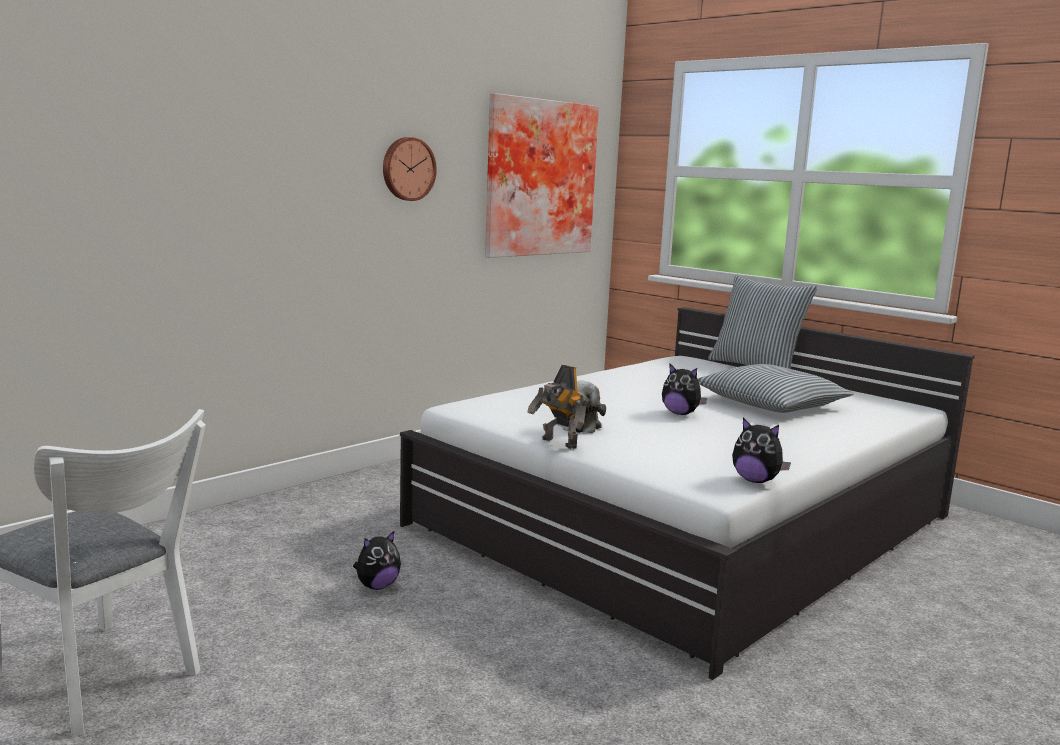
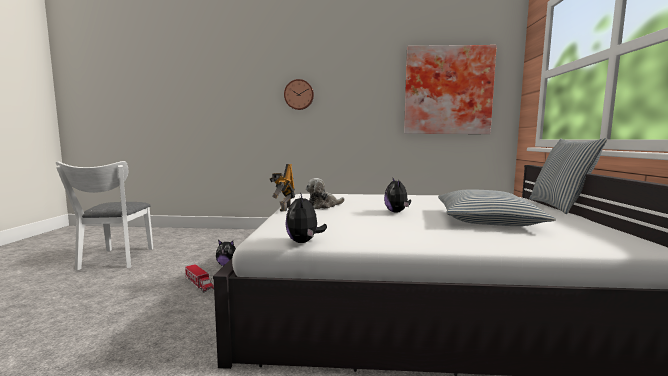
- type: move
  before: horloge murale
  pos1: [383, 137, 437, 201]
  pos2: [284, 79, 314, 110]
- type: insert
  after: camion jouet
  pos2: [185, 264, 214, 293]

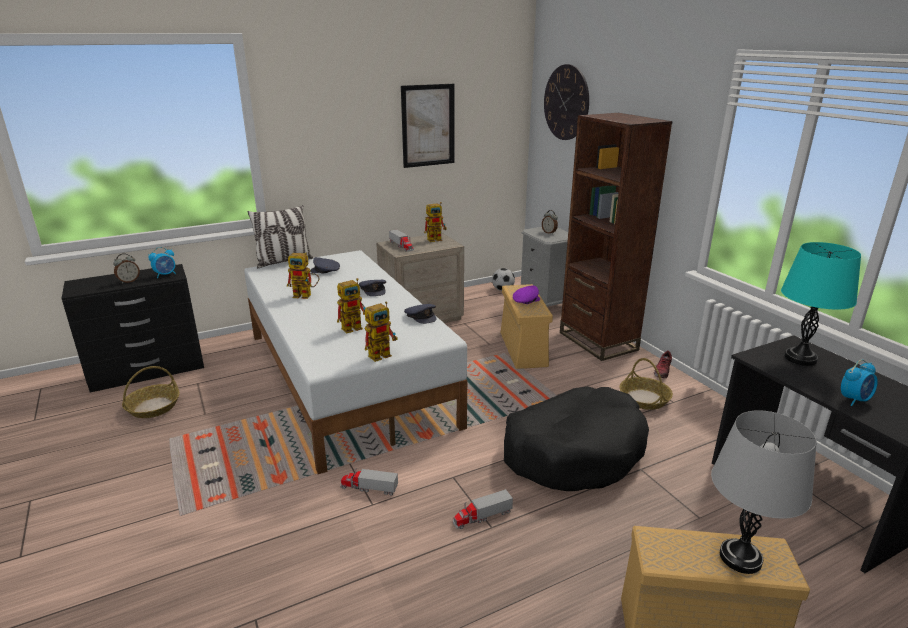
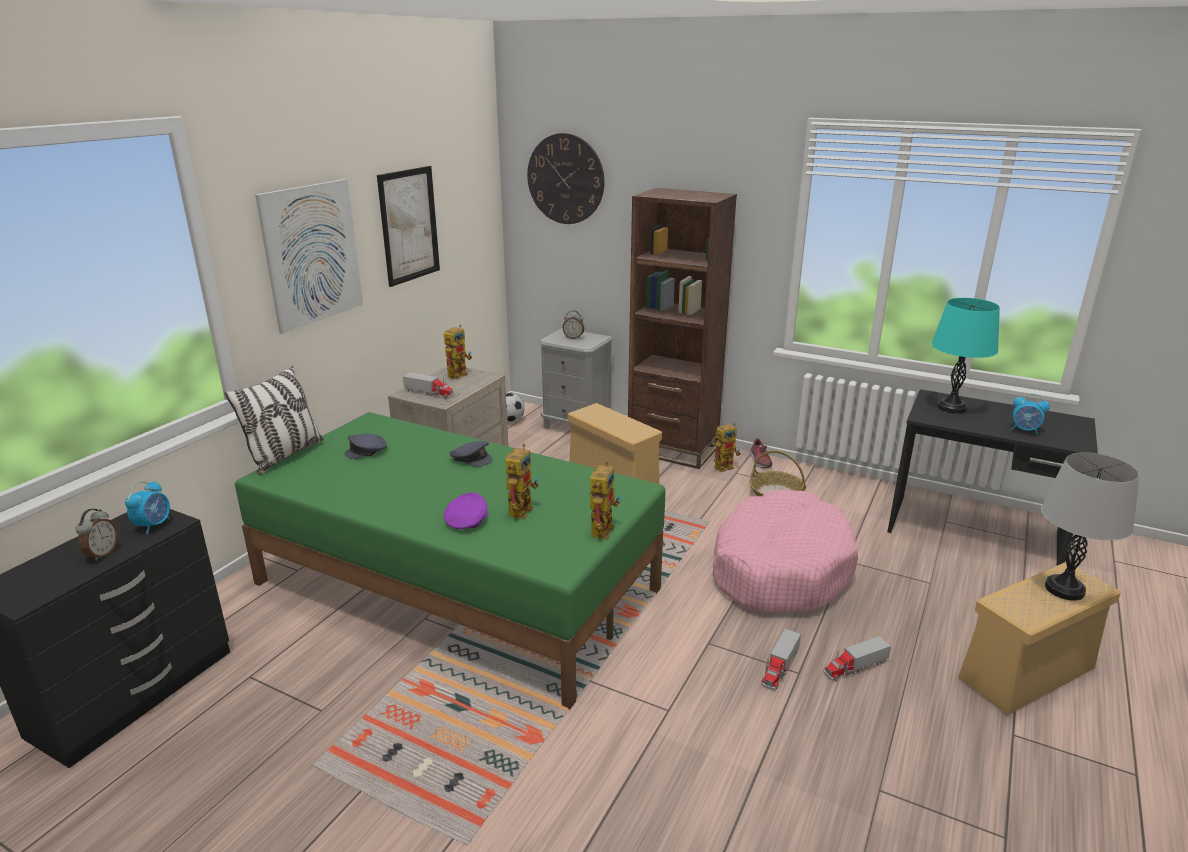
- type: recolor
  before: lit/blanc
  after: lit/vert
  pos1: [244, 250, 467, 474]
  pos2: [235, 412, 665, 710]
- type: move
  before: robot jouet
  pos1: [287, 252, 319, 299]
  pos2: [714, 423, 741, 472]
- type: move
  before: casquette/violet
  pos1: [513, 286, 540, 304]
  pos2: [444, 492, 488, 529]
- type: delete
  before: casquette/gris
  pos1: [404, 304, 437, 324]
- type: rotate
  before: réveil
  pos1: [841, 360, 878, 406]
  pos2: [1011, 394, 1050, 435]
  turn: 90
- type: delete
  before: panier
  pos1: [122, 366, 180, 418]
- type: recolor
  before: panier pour chien/noir
  after: panier pour chien/rose
  pos1: [504, 386, 649, 491]
  pos2: [713, 490, 858, 612]
- type: move
  before: camion jouet
  pos1: [340, 468, 398, 496]
  pos2: [823, 636, 891, 681]
- type: insert
  after: tableau
  pos2: [255, 179, 363, 334]

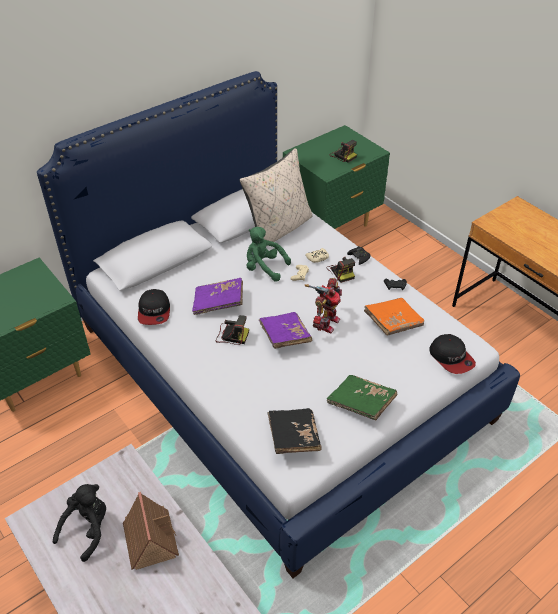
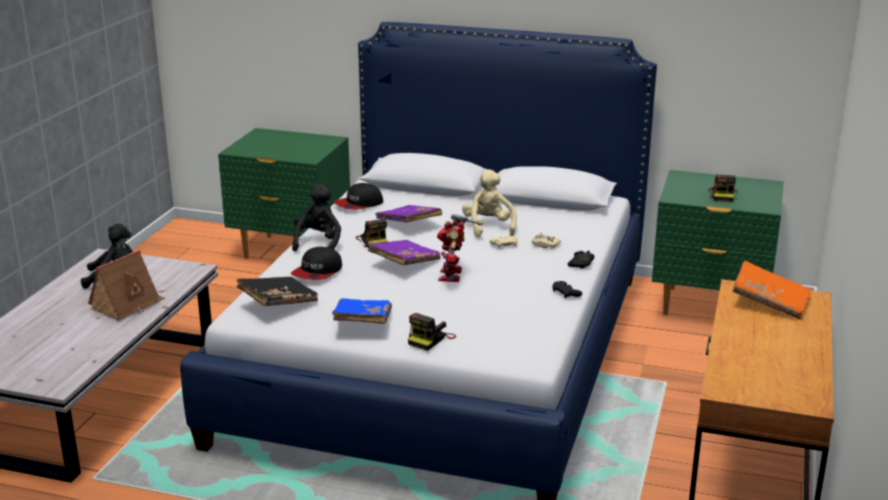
- type: delete
  before: coussin/beige
  pos1: [240, 148, 313, 242]
- type: recolor
  before: peluche/vert
  after: peluche/beige
  pos1: [246, 227, 291, 281]
  pos2: [462, 169, 517, 237]
- type: move
  before: appareil photo
  pos1: [327, 257, 355, 283]
  pos2: [408, 313, 456, 351]
- type: rotate
  before: robot jouet
  pos1: [304, 278, 342, 333]
  pos2: [437, 214, 483, 282]
  turn: 105
- type: move
  before: livre/orange
  pos1: [364, 298, 424, 335]
  pos2: [732, 261, 811, 319]
- type: move
  before: casquette
  pos1: [429, 334, 476, 374]
  pos2: [291, 247, 342, 280]
- type: recolor
  before: livre/vert
  after: livre/bleu
  pos1: [327, 375, 397, 420]
  pos2: [332, 298, 392, 324]
- type: insert
  after: peluche/noir
  pos2: [292, 184, 341, 251]

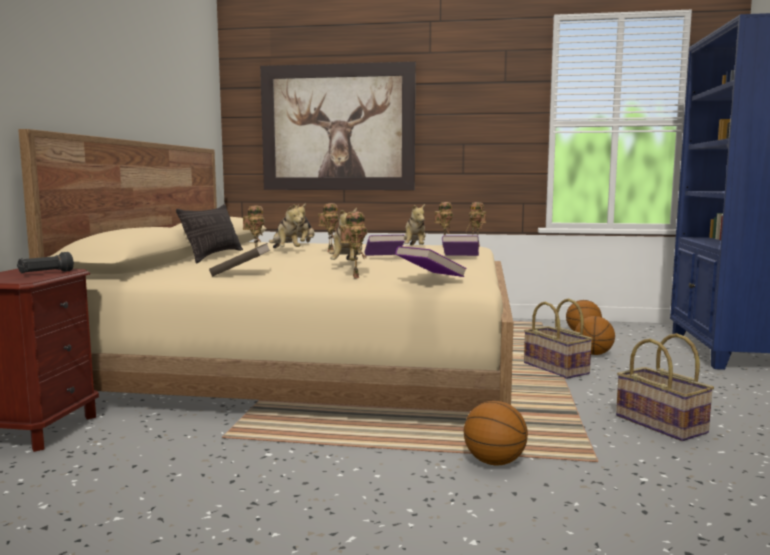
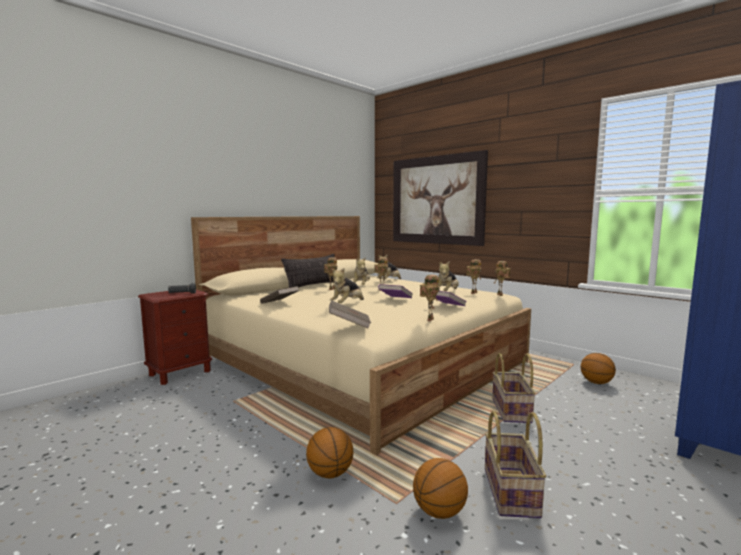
- type: move
  before: robot jouet
  pos1: [340, 211, 367, 278]
  pos2: [420, 275, 440, 321]
- type: recolor
  before: livre/violet
  after: livre/marron
  pos1: [396, 246, 467, 277]
  pos2: [329, 300, 371, 329]
- type: move
  before: ballon de basket
  pos1: [575, 316, 615, 355]
  pos2: [413, 458, 468, 519]

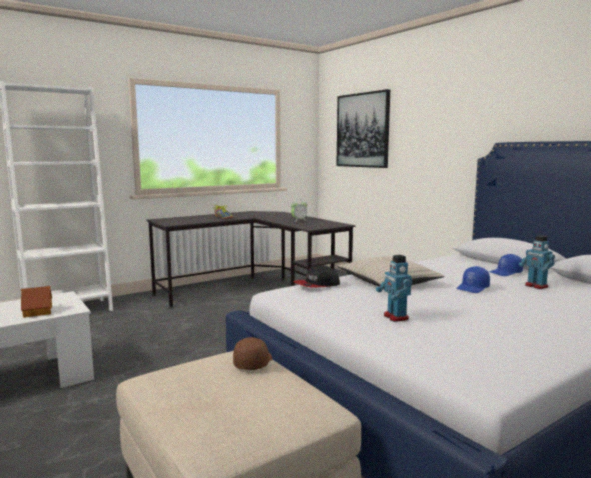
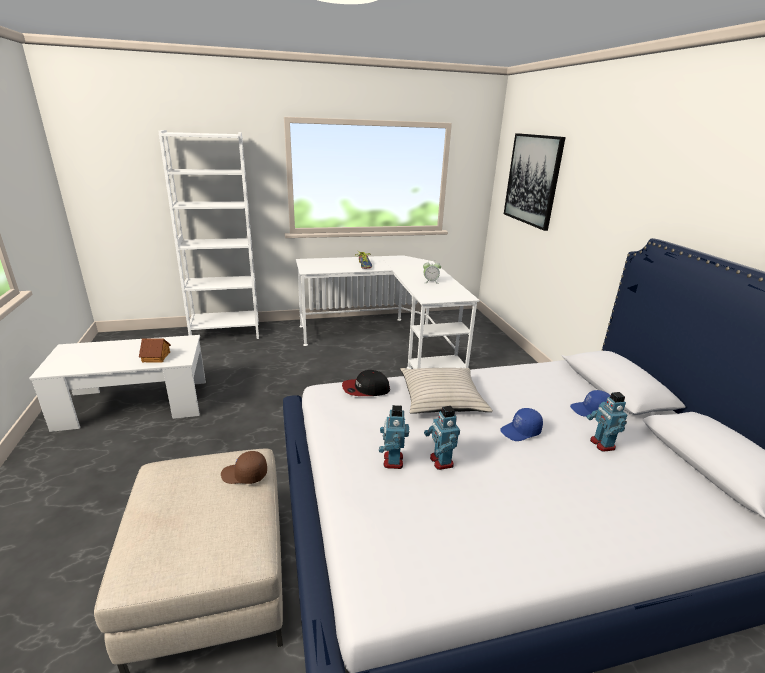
- type: recolor
  before: bureau/noir
  after: bureau/blanc
  pos1: [147, 211, 355, 309]
  pos2: [296, 255, 480, 369]
- type: rotate
  before: casquette/marron
  pos1: [233, 337, 272, 370]
  pos2: [221, 451, 267, 484]
  turn: -120
- type: insert
  after: robot jouet
  pos2: [424, 406, 460, 470]

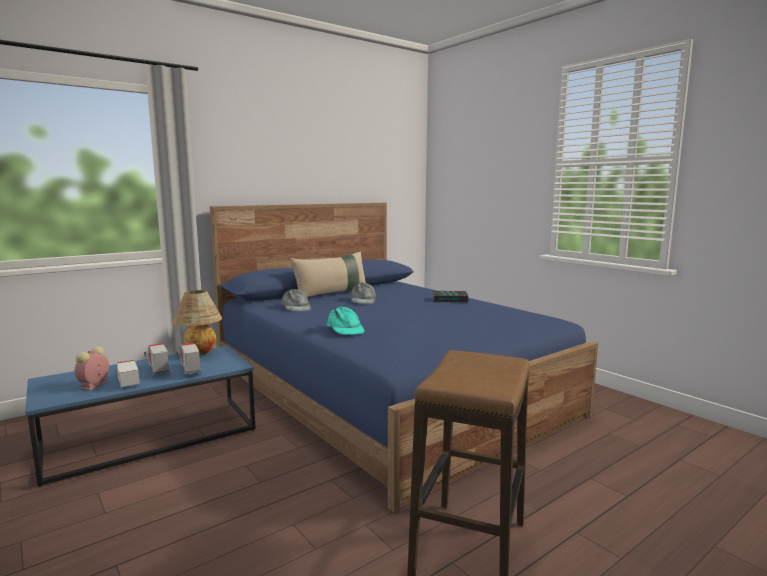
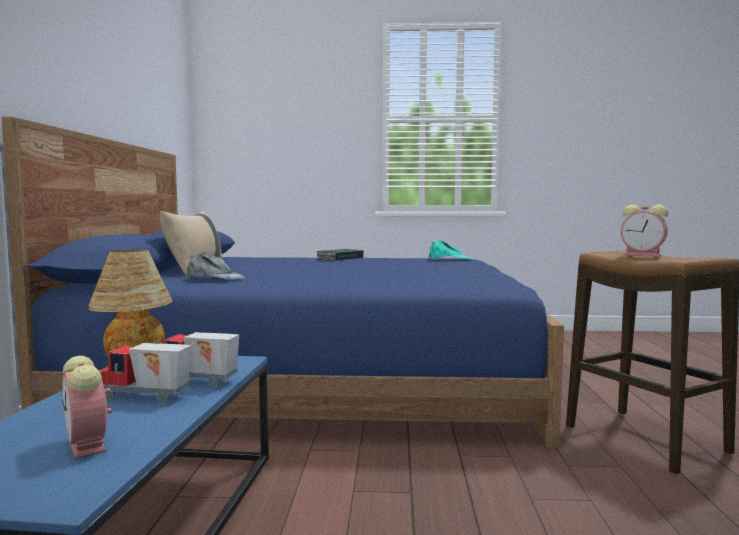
- type: delete
  before: casquette/gris
  pos1: [350, 282, 376, 304]
- type: move
  before: casquette/turquoise
  pos1: [327, 307, 364, 335]
  pos2: [429, 239, 472, 259]
- type: delete
  before: camion jouet
  pos1: [116, 360, 140, 387]
- type: insert
  after: réveil
  pos2: [621, 204, 668, 257]

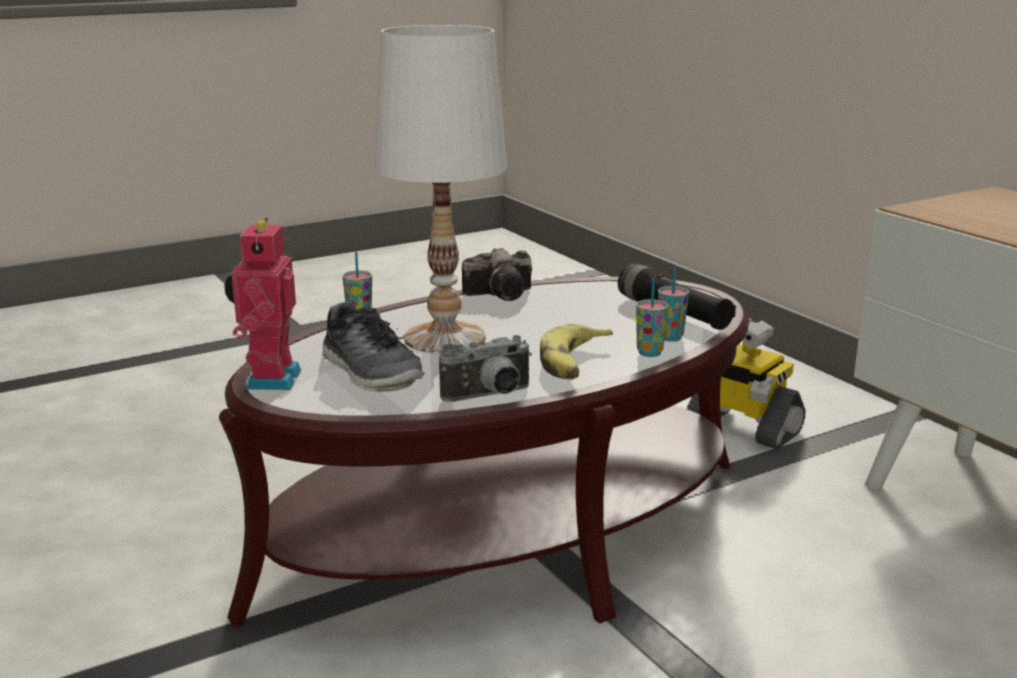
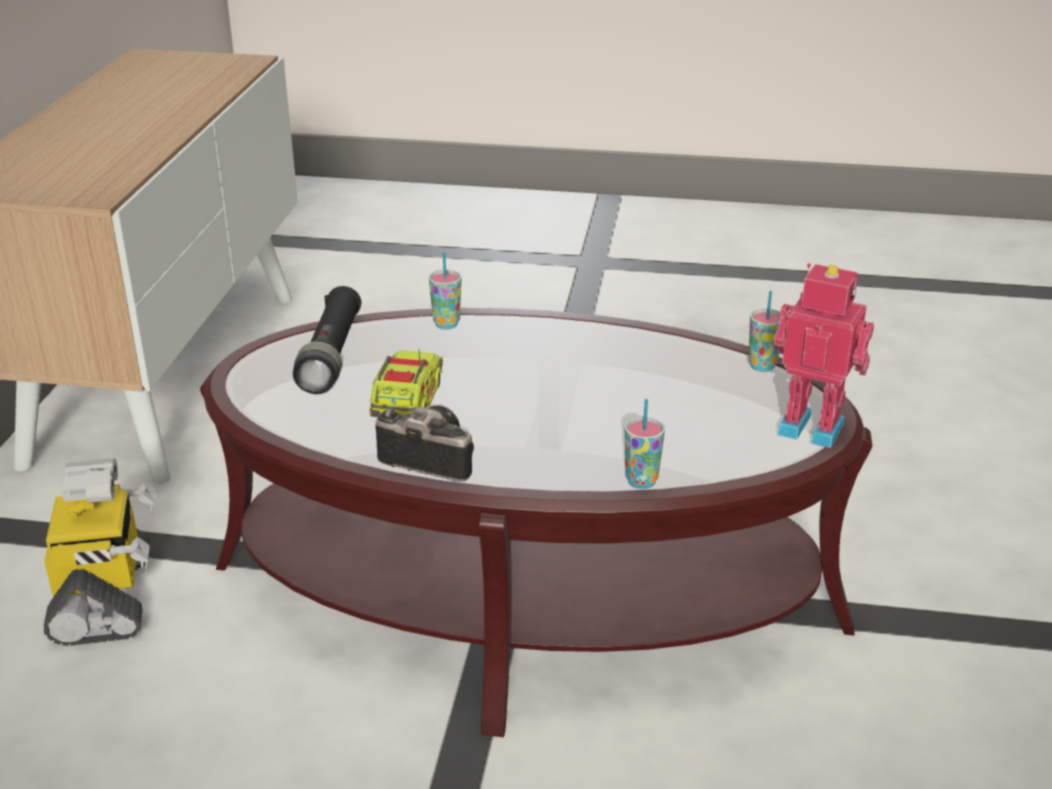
- type: delete
  before: lampe de table/blanc
  pos1: [374, 25, 507, 354]
- type: rotate
  before: robot jouet
  pos1: [224, 218, 301, 390]
  pos2: [774, 263, 874, 448]
  turn: -105
- type: move
  before: tasse
  pos1: [658, 267, 689, 342]
  pos2: [749, 291, 780, 371]
- type: delete
  before: chaussure
  pos1: [321, 302, 425, 392]
- type: delete
  before: banane
  pos1: [540, 324, 613, 380]
- type: delete
  before: appareil photo
  pos1: [439, 335, 532, 402]
- type: insert
  after: camion jouet
  pos2: [369, 349, 443, 417]

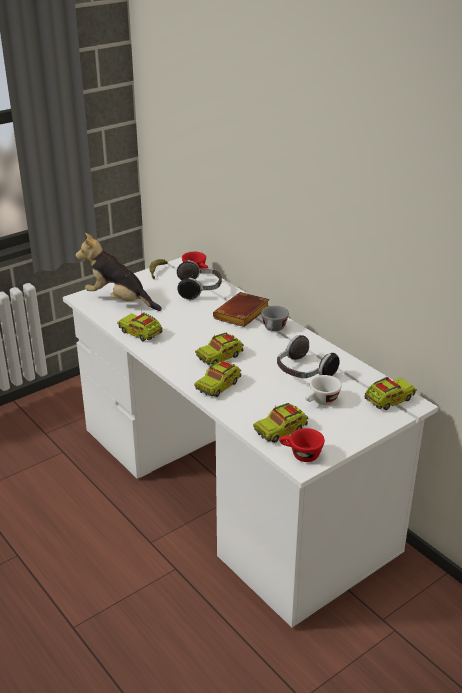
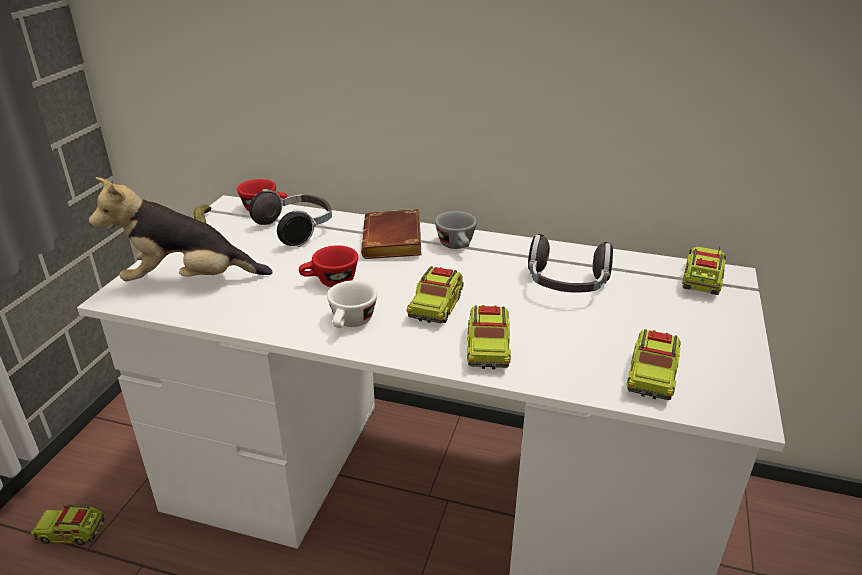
- type: move
  before: camion jouet
  pos1: [117, 311, 163, 341]
  pos2: [30, 504, 105, 545]
- type: move
  before: tasse/blanc
  pos1: [305, 375, 342, 405]
  pos2: [327, 280, 377, 328]
- type: move
  before: tasse/rouge
  pos1: [279, 428, 325, 462]
  pos2: [299, 245, 358, 287]

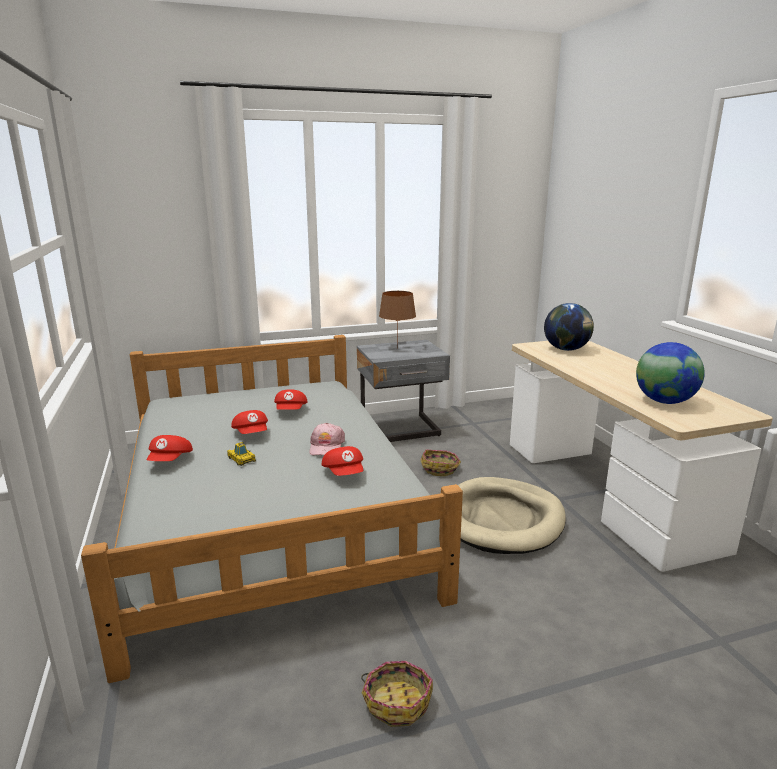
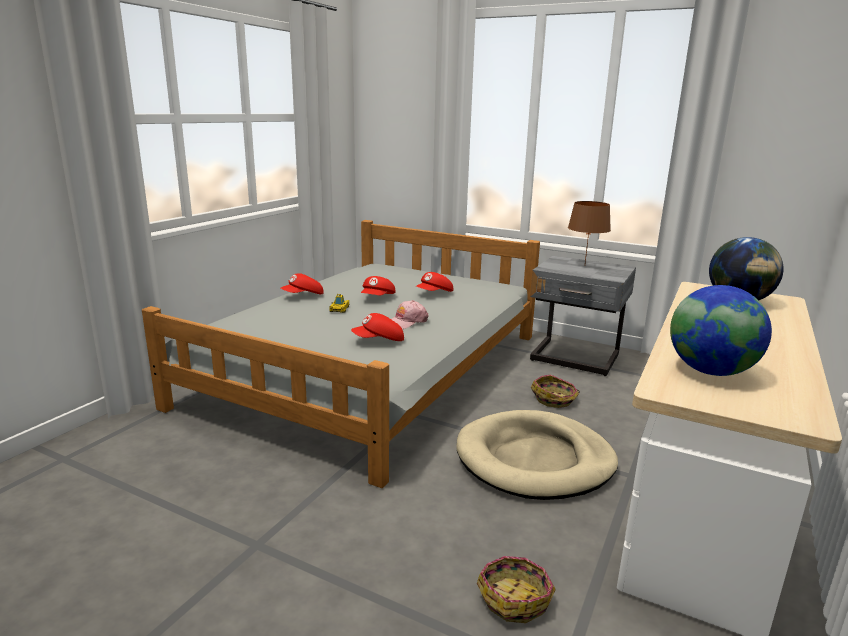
- type: rotate
  before: casquette/rouge
  pos1: [322, 446, 363, 476]
  pos2: [351, 313, 404, 341]
  turn: 45
- type: move
  before: panier
  pos1: [361, 661, 433, 727]
  pos2: [477, 556, 556, 623]

